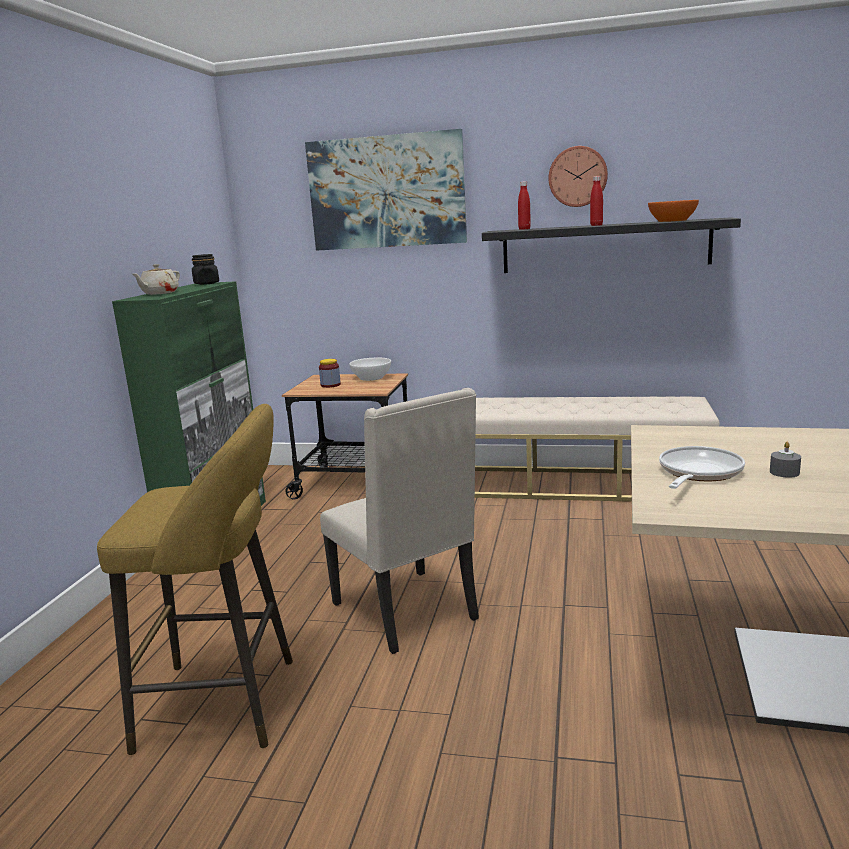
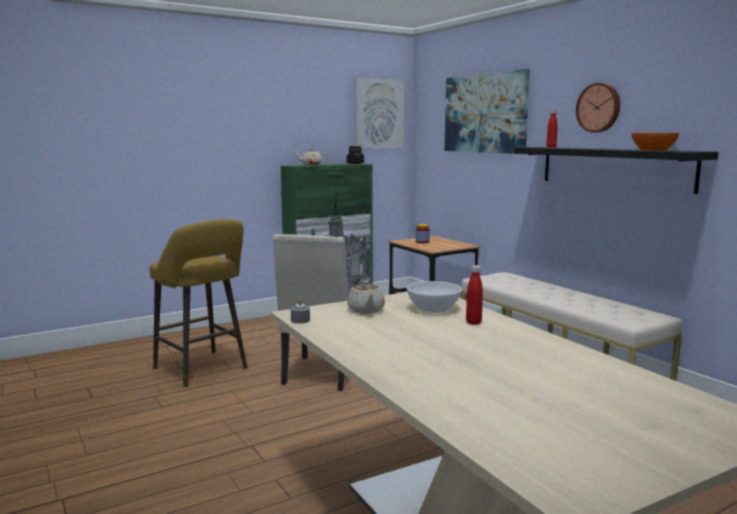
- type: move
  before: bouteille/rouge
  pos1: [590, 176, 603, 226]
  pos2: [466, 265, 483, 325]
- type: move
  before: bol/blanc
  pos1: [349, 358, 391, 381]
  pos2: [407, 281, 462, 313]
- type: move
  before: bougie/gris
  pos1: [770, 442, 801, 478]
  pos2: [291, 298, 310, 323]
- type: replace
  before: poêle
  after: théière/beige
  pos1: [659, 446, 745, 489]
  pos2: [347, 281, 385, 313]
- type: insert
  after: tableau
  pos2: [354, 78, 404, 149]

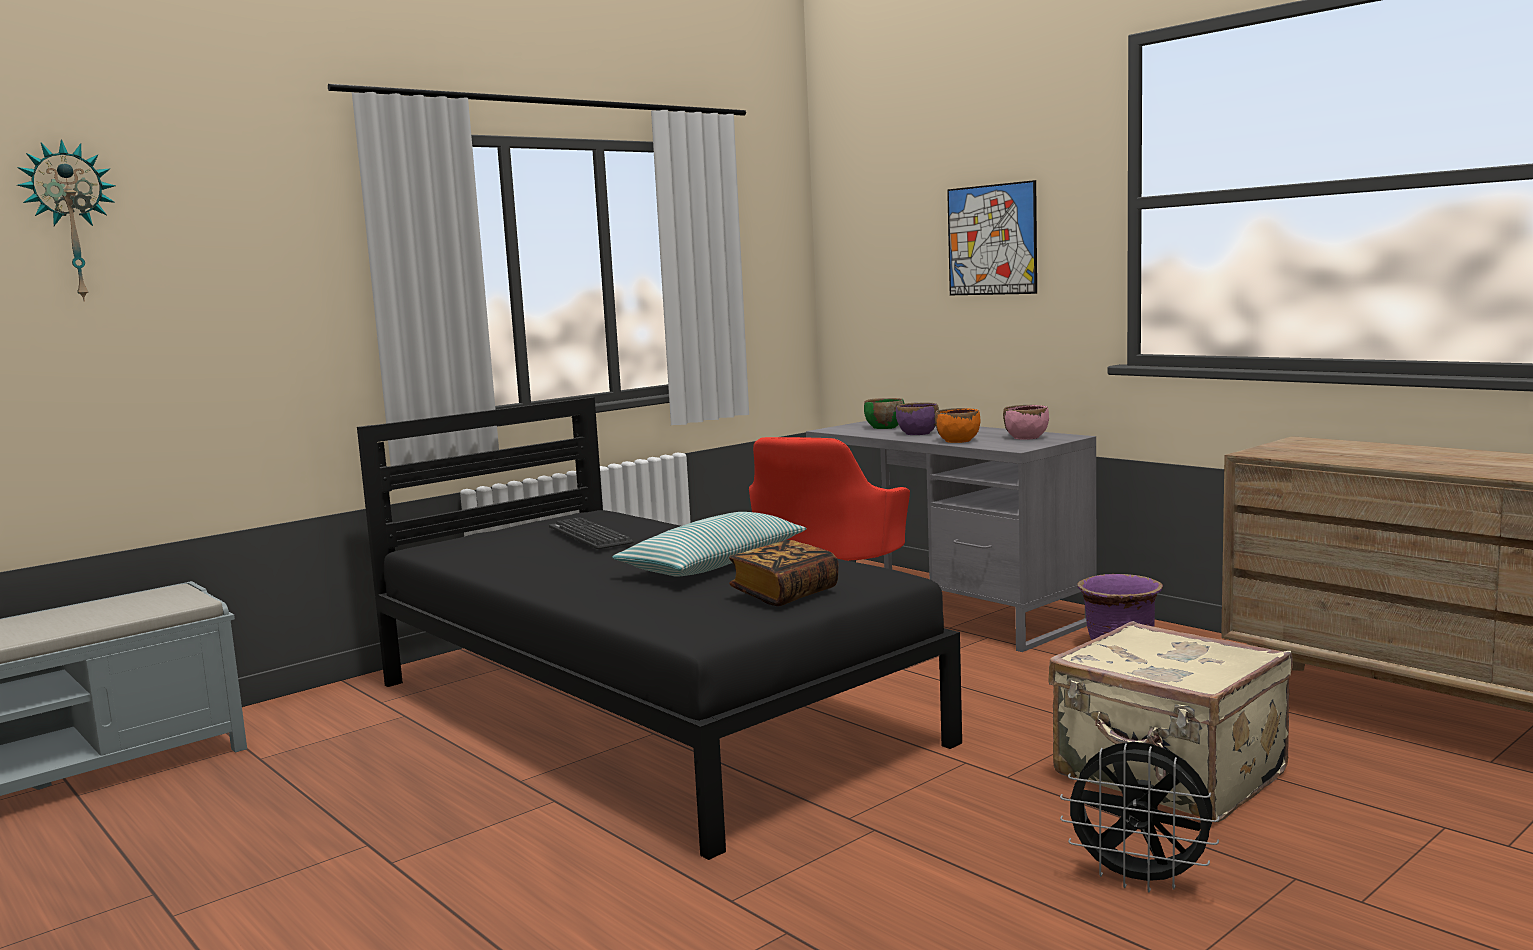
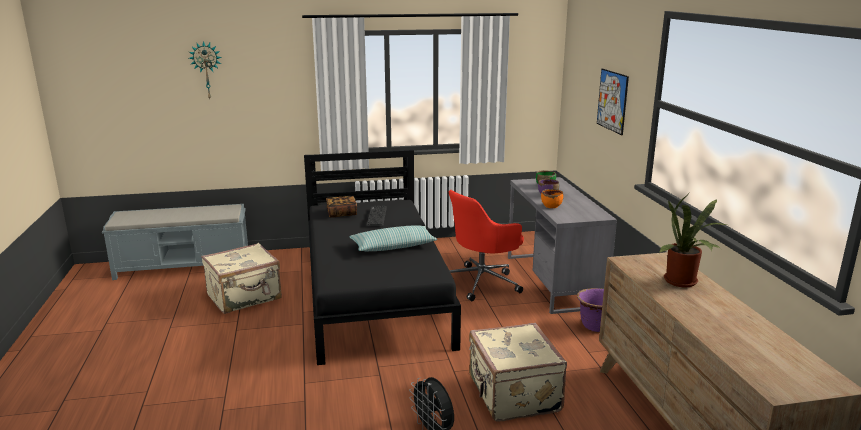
- type: delete
  before: bol/rose
  pos1: [1003, 405, 1049, 440]
- type: move
  before: livre
  pos1: [729, 540, 838, 606]
  pos2: [326, 196, 357, 218]
- type: insert
  after: plante en pot
  pos2: [659, 193, 727, 288]
- type: insert
  after: valise/beige
  pos2: [201, 243, 282, 314]

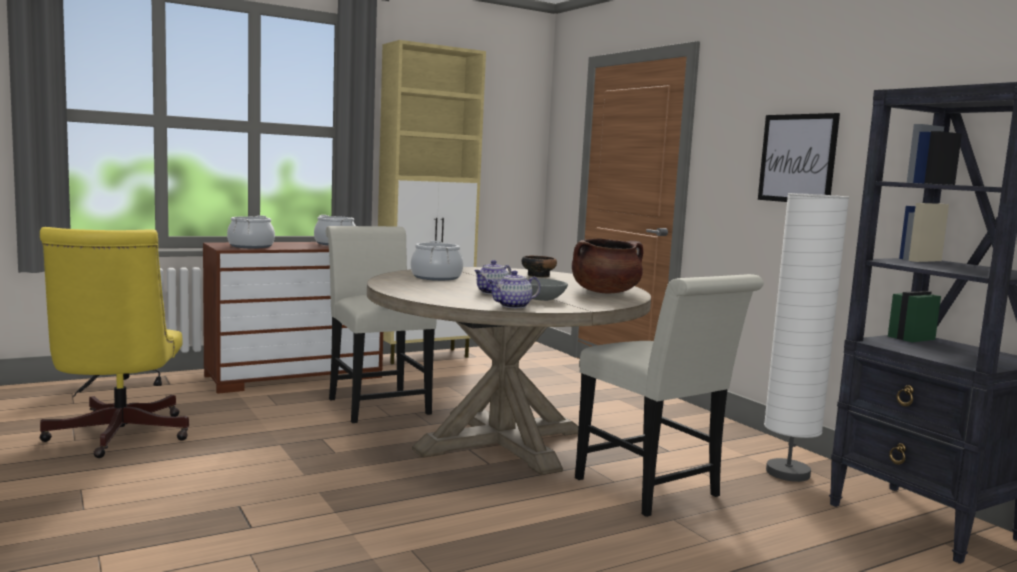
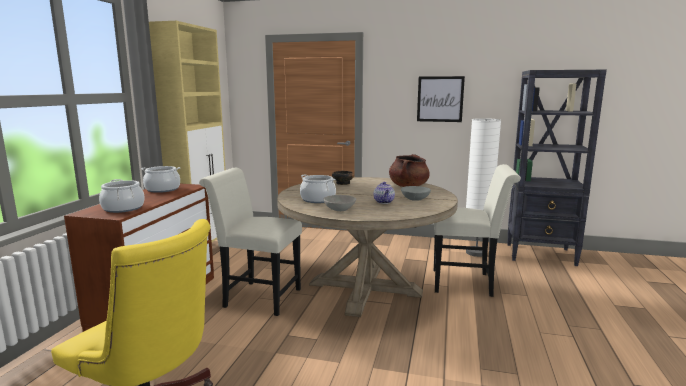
- type: delete
  before: théière
  pos1: [488, 271, 540, 308]
- type: insert
  after: bol/gris
  pos2: [324, 195, 356, 211]

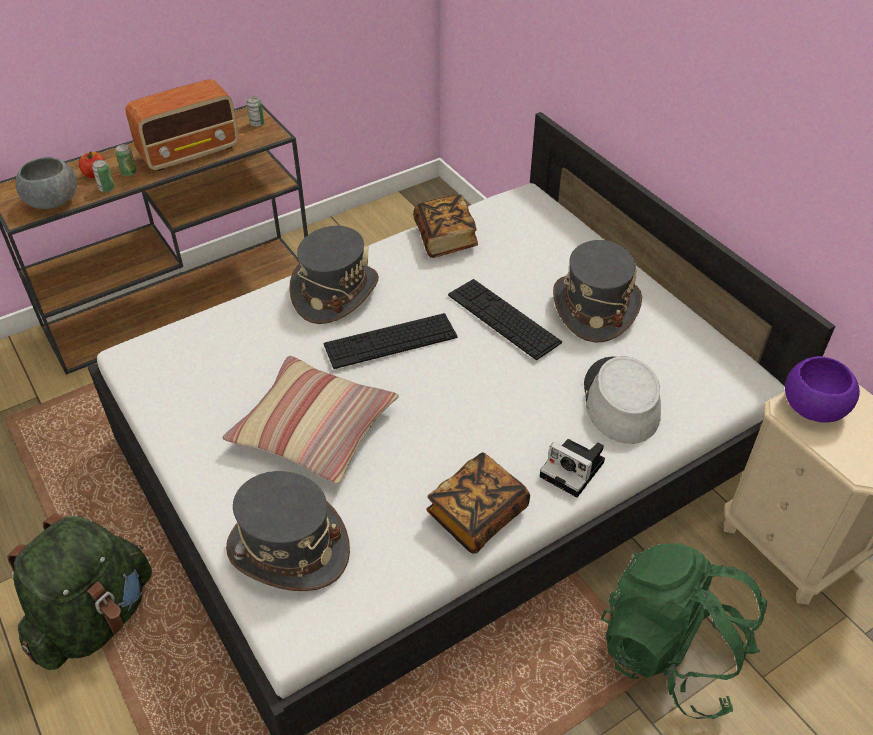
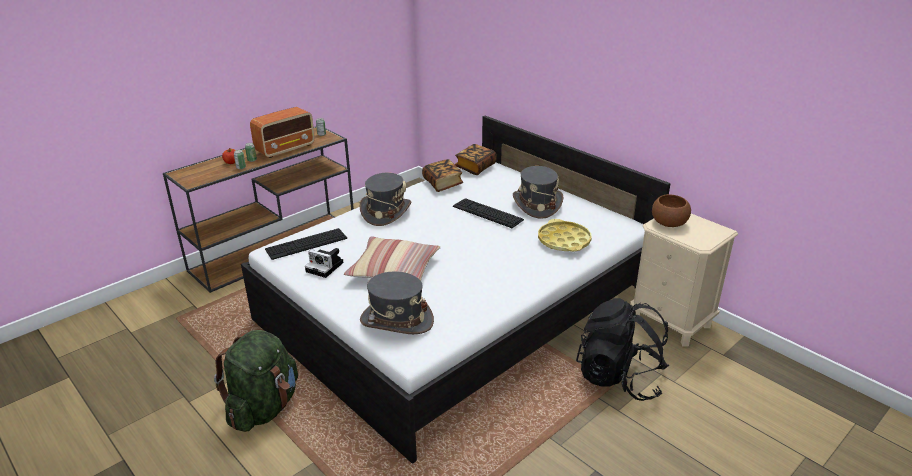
- type: delete
  before: bol/gris
  pos1: [16, 157, 77, 209]
- type: move
  before: clavier
  pos1: [324, 313, 457, 369]
  pos2: [265, 228, 347, 260]
- type: replace
  before: chapeau/gris
  after: plateau/jaune
  pos1: [584, 356, 661, 444]
  pos2: [538, 219, 592, 252]
- type: recolor
  before: bol/violet
  after: bol/marron
  pos1: [785, 356, 860, 423]
  pos2: [652, 194, 691, 227]
- type: move
  before: appareil photo
  pos1: [540, 439, 605, 497]
  pos2: [305, 248, 343, 278]
- type: move
  before: livre
  pos1: [426, 452, 530, 554]
  pos2: [455, 144, 497, 175]
- type: recolor
  before: sac à dos/vert
  after: sac à dos/noir
  pos1: [601, 543, 767, 719]
  pos2: [576, 298, 669, 401]

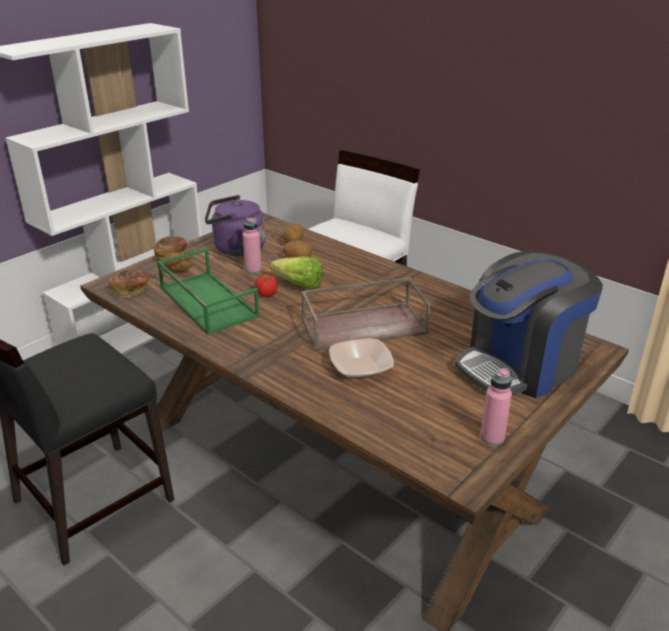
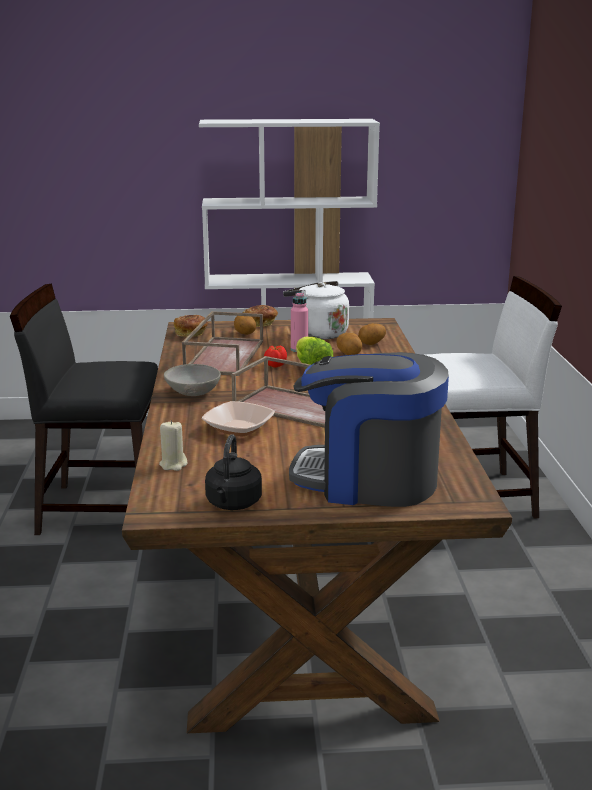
- type: recolor
  before: bouilloire/violet
  after: bouilloire/blanc
  pos1: [205, 195, 266, 256]
  pos2: [283, 281, 349, 340]
- type: recolor
  before: plateau/vert
  after: plateau/marron
  pos1: [157, 248, 260, 335]
  pos2: [182, 311, 263, 376]
- type: replace
  before: bouteille/rose
  after: bouilloire/noir
  pos1: [481, 368, 512, 446]
  pos2: [205, 434, 262, 510]
- type: insert
  after: bol/gris
  pos2: [164, 364, 221, 396]
- type: insert
  after: bougie/beige
  pos2: [159, 420, 187, 471]

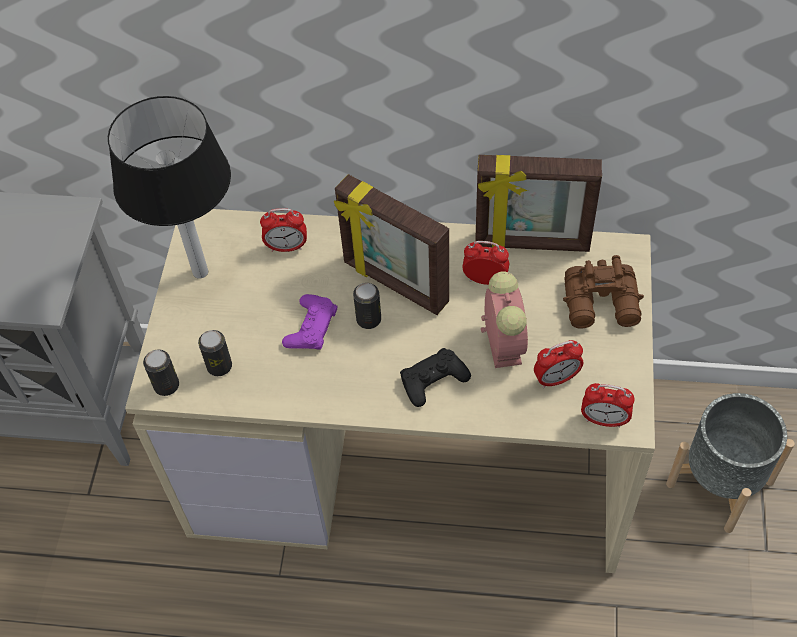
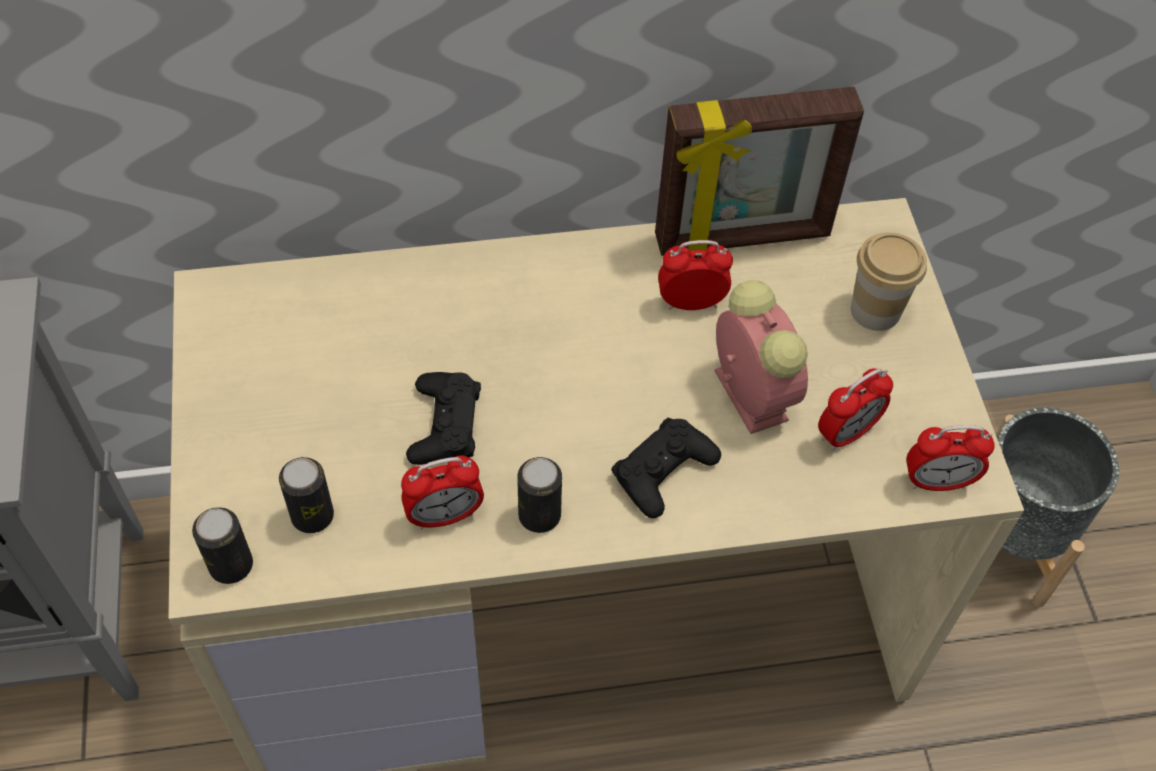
- type: delete
  before: lampe de table
  pos1: [108, 96, 231, 279]
- type: delete
  before: cadre photo
  pos1: [334, 174, 449, 315]
- type: move
  before: réveil
  pos1: [260, 208, 307, 252]
  pos2: [401, 456, 484, 530]
- type: replace
  before: jumelles/marron
  after: tasse
  pos1: [563, 255, 644, 328]
  pos2: [851, 232, 927, 331]
- type: move
  before: boîte métallique
  pos1: [353, 283, 381, 329]
  pos2: [517, 457, 562, 533]
- type: recolor
  before: manette/violet
  after: manette/noir
  pos1: [282, 294, 338, 350]
  pos2: [406, 372, 481, 465]

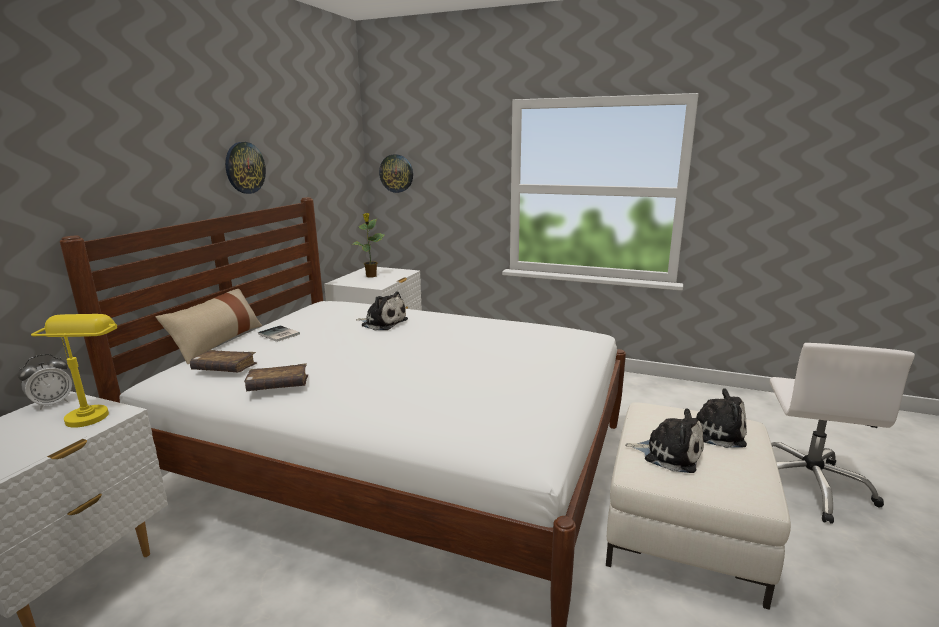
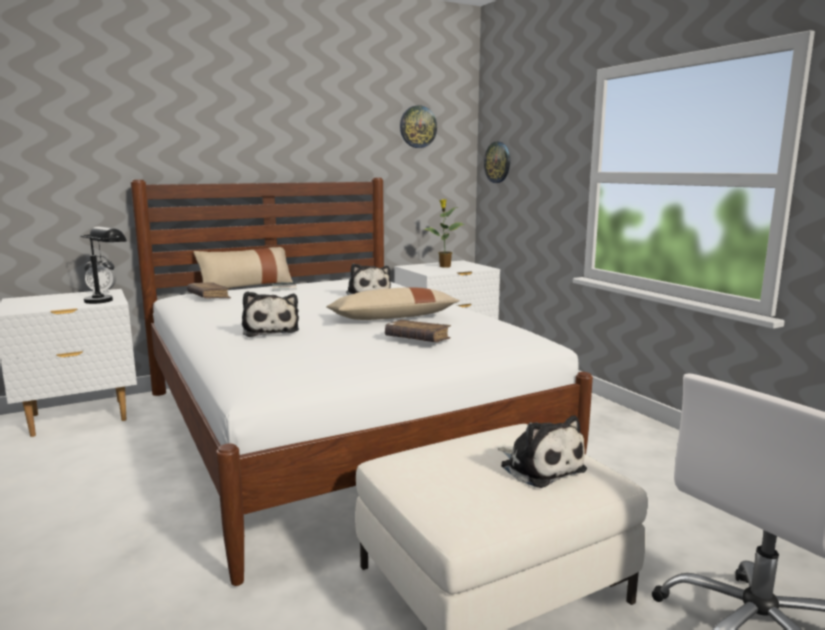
- type: move
  before: horloge murale
  pos1: [225, 142, 266, 194]
  pos2: [400, 105, 437, 148]
- type: recolor
  before: lampe de table/jaune
  after: lampe de table/noir
  pos1: [31, 314, 117, 428]
  pos2: [80, 227, 127, 304]
- type: move
  before: livre/marron
  pos1: [244, 363, 308, 391]
  pos2: [385, 320, 451, 342]
- type: move
  before: peluche
  pos1: [625, 408, 704, 473]
  pos2: [242, 291, 299, 337]
- type: insert
  after: coussin/beige
  pos2: [326, 288, 460, 320]

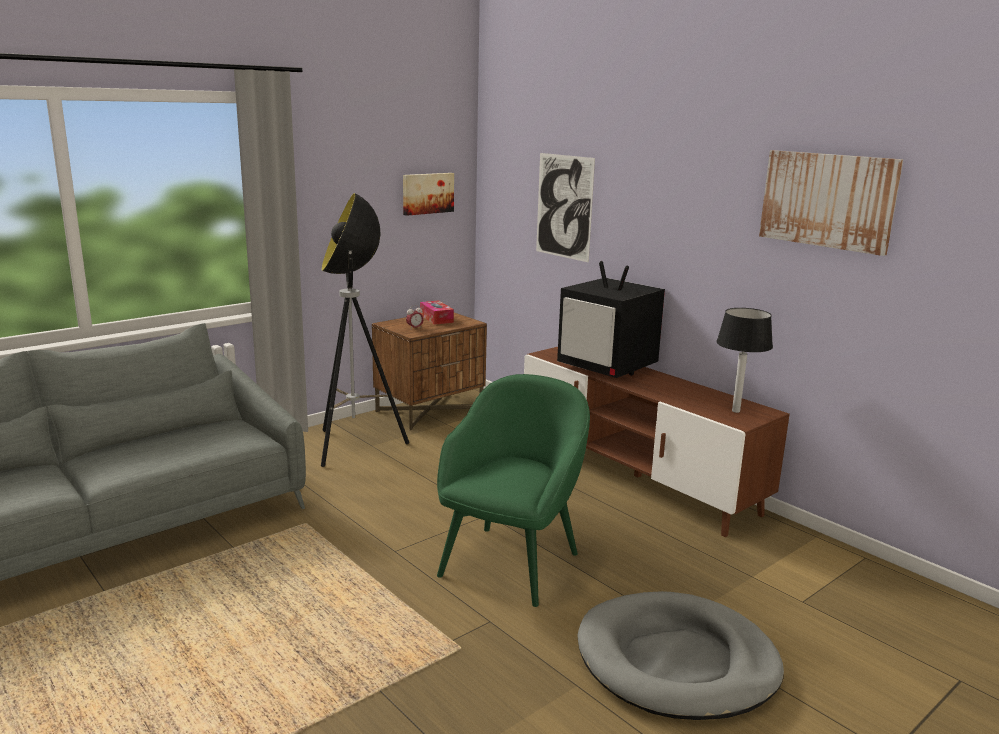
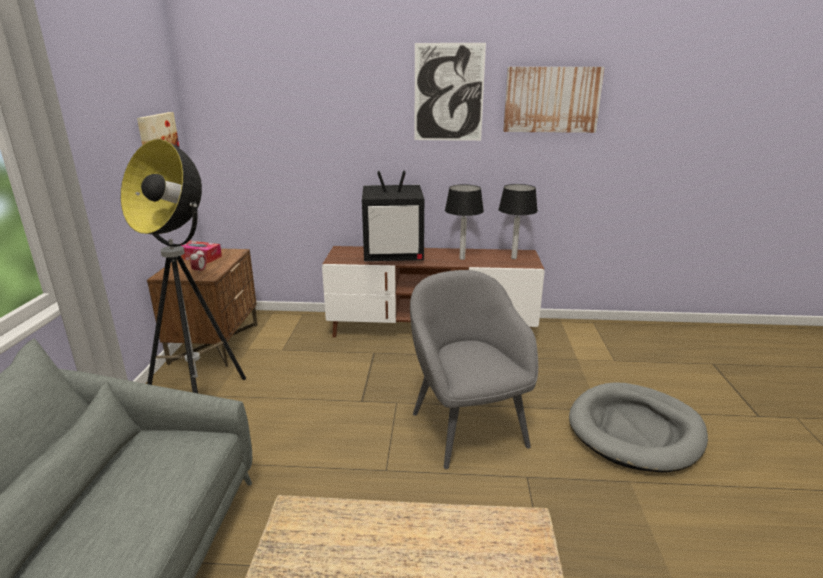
- type: move
  before: tableau
  pos1: [536, 153, 595, 263]
  pos2: [415, 43, 486, 141]
- type: recolor
  before: fauteuil/vert
  after: fauteuil/gris
  pos1: [437, 374, 590, 607]
  pos2: [410, 270, 538, 469]
- type: insert
  after: lampe de table
  pos2: [445, 184, 484, 260]

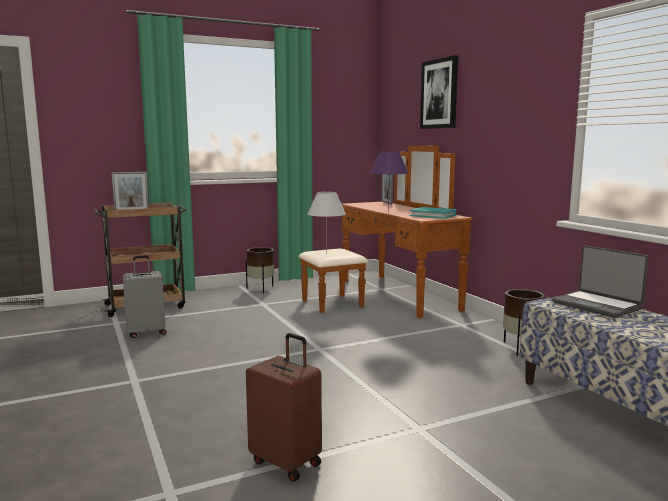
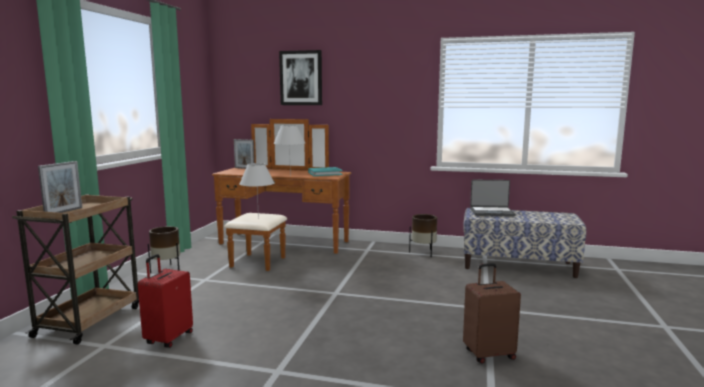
- type: recolor
  before: lampe de table/violet
  after: lampe de table/blanc
  pos1: [371, 152, 409, 213]
  pos2: [273, 125, 305, 176]
- type: recolor
  before: valise/gris
  after: valise/rouge
  pos1: [123, 255, 167, 338]
  pos2: [138, 254, 193, 348]

